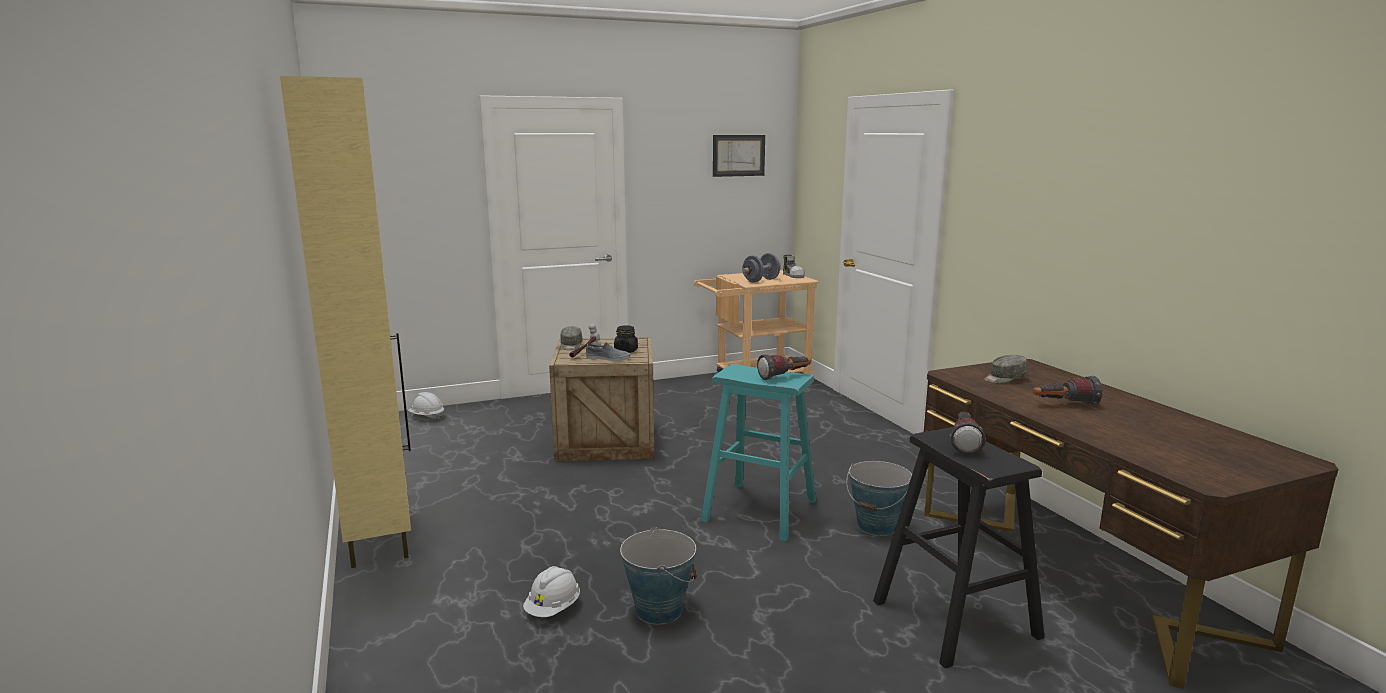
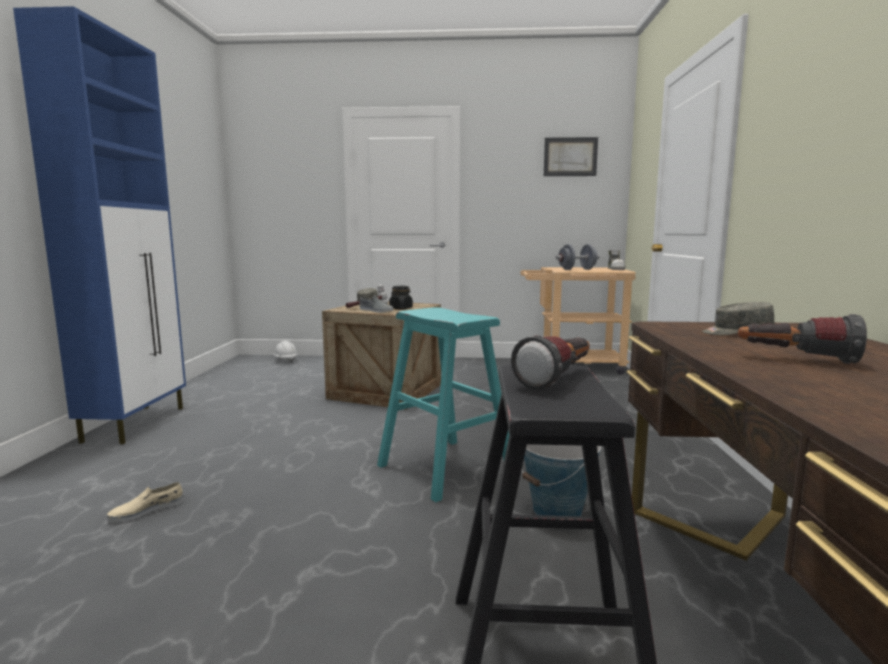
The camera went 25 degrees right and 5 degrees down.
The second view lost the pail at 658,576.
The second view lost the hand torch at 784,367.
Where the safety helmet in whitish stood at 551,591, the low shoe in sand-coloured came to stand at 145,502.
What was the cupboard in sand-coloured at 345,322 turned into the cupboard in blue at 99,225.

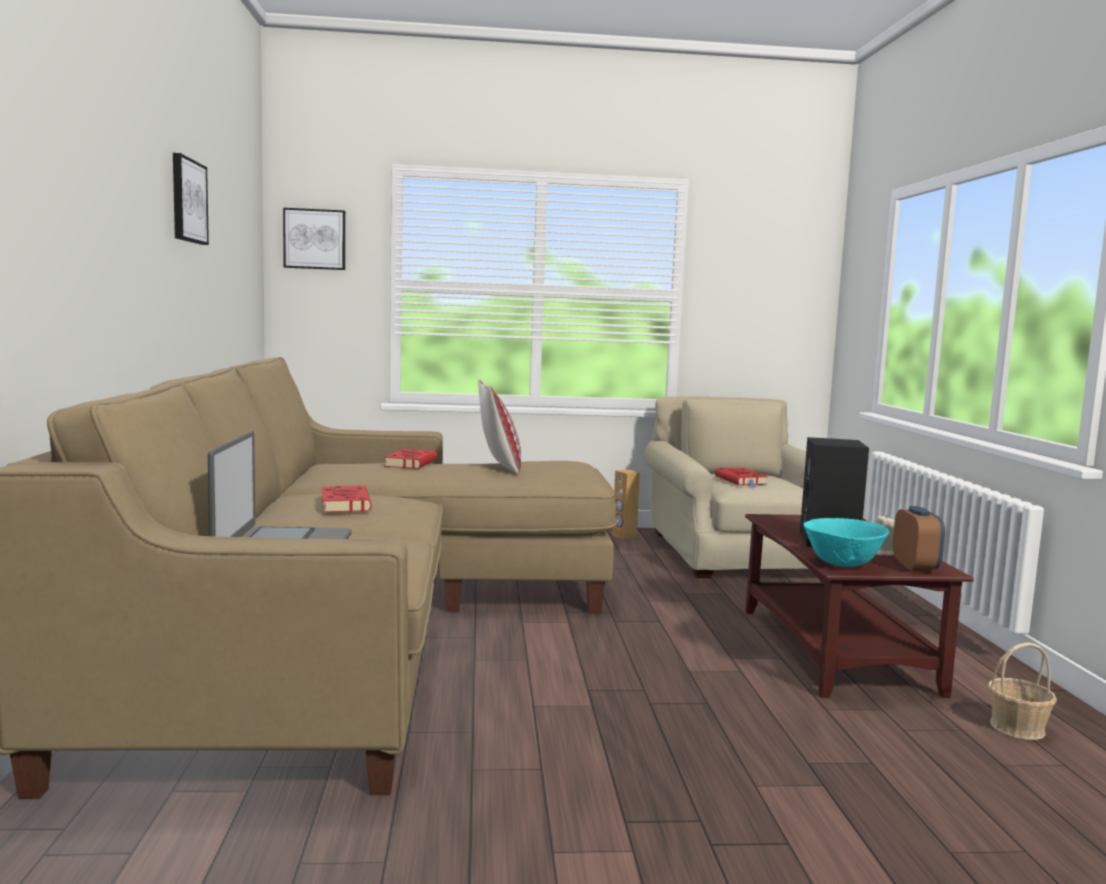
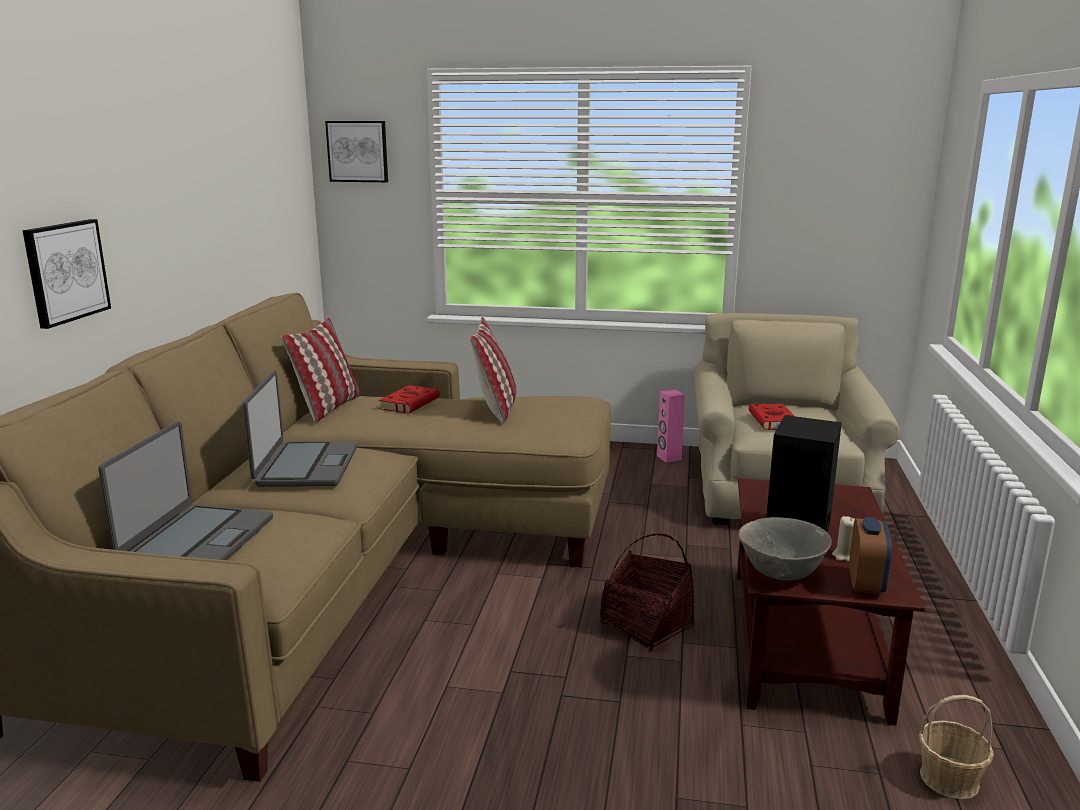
The camera went 15 degrees right and 10 degrees up.
The second view gained the throw pillow at 320,370.
The second view gained the basket at 647,593.
The wall art ended up elsewhere, having gone from 191,199 to 66,274.
Where the volume in red-coloured stood at 347,499, the portable computer came to stand at 300,429.
What was the audio speaker in brown at 626,504 turned into the audio speaker in pinkish at 671,426.
What was the serving bowl in turquoise at 846,542 turned into the serving bowl in greyish at 785,549.

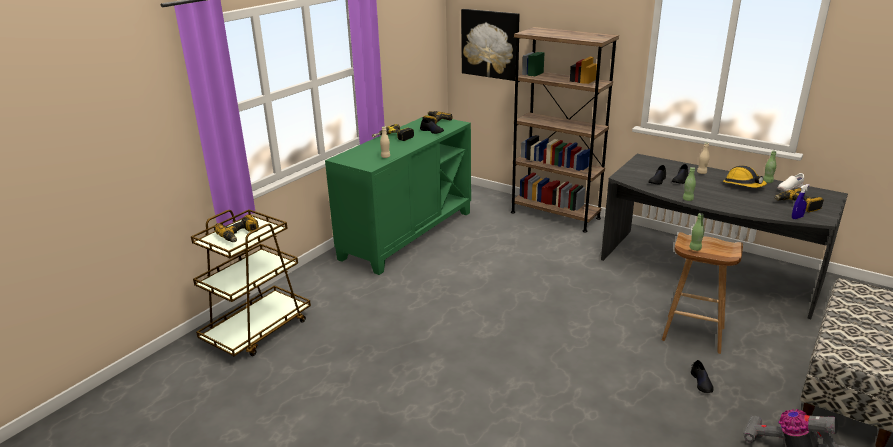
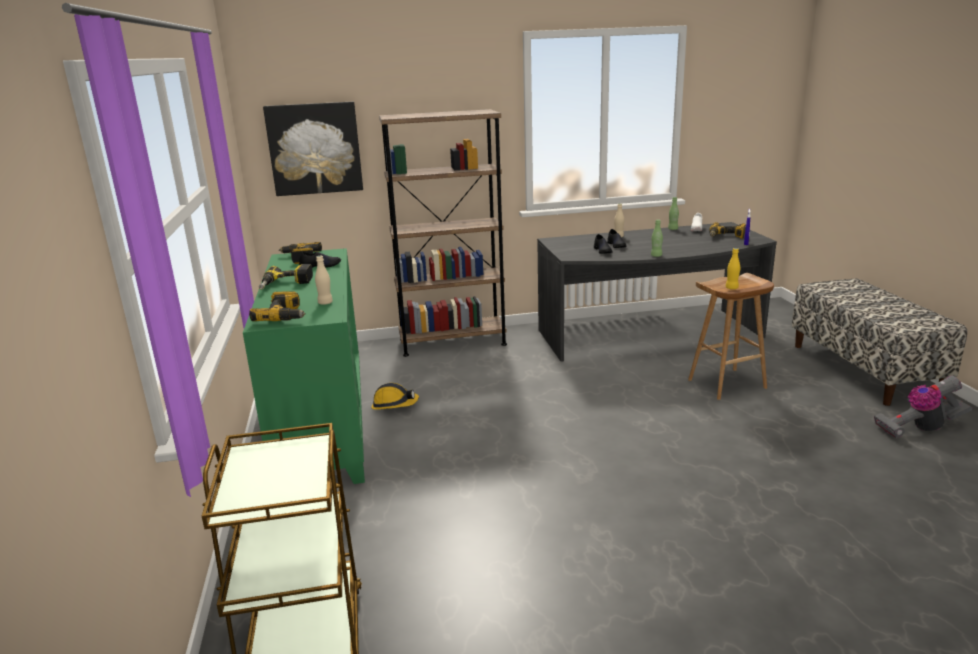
The camera went 45 degrees left and 5 degrees down.
The second view lost the low shoe in black-coloured at 702,376.
The drill ended up elsewhere, having gone from 236,228 to 277,306.
The safety helmet ended up elsewhere, having gone from 745,176 to 395,396.
What was the drink bottle in green at 696,232 turned into the drink bottle in yellow-coloured at 733,268.

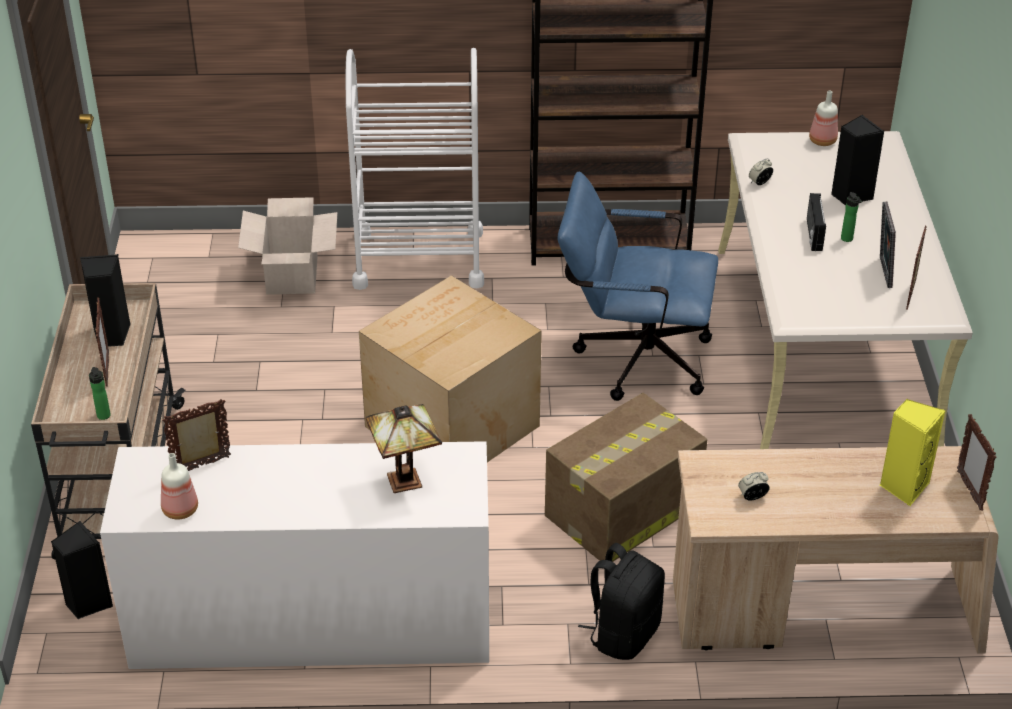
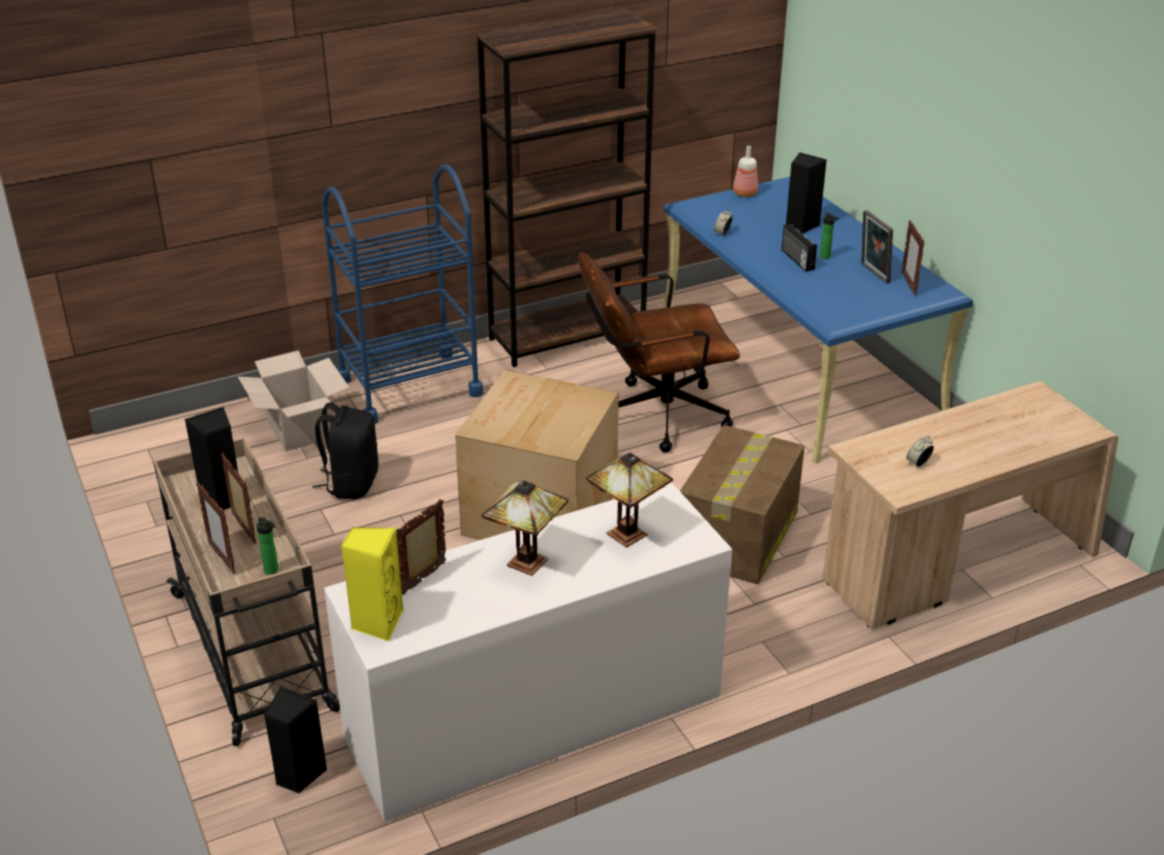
The camera went 25 degrees left and 5 degrees down.
The second view lost the drink bottle at 179,486.
The second view gained the table lamp at 525,528.
The rucksack in black-coloured ended up elsewhere, having gone from 621,601 to 345,451.
The audio speaker in yellow-coloured ended up elsewhere, having gone from 912,452 to 372,584.
The standing frame ended up elsewhere, having gone from 977,462 to 216,528.
What was the trolley in whitish at 415,169 turned into the trolley in blue at 403,294.
What was the desk chair in blue at 637,286 turned into the desk chair in brown at 659,352.
What was the desk in sand-coloured at 845,290 turned into the desk in blue at 818,320.

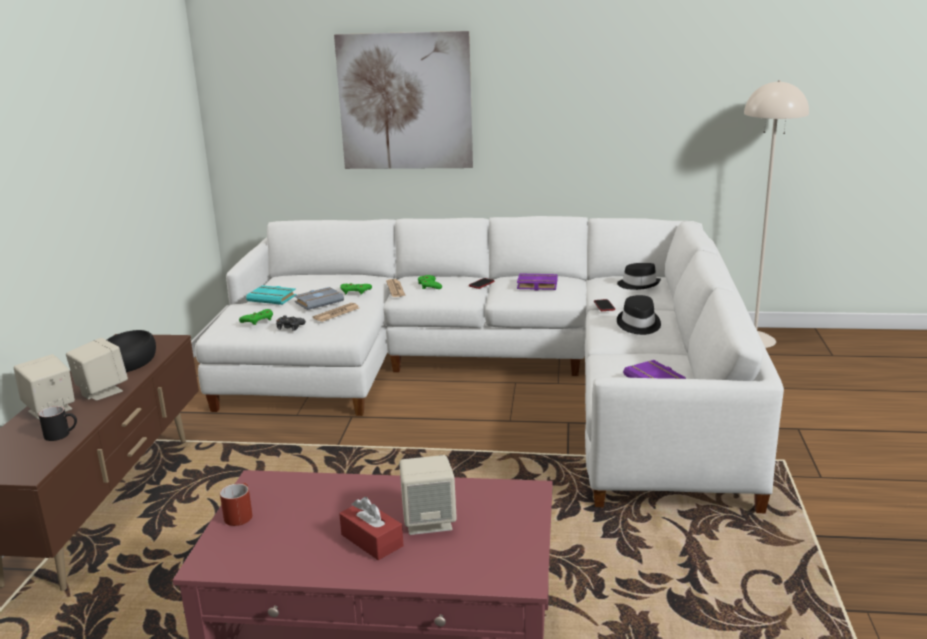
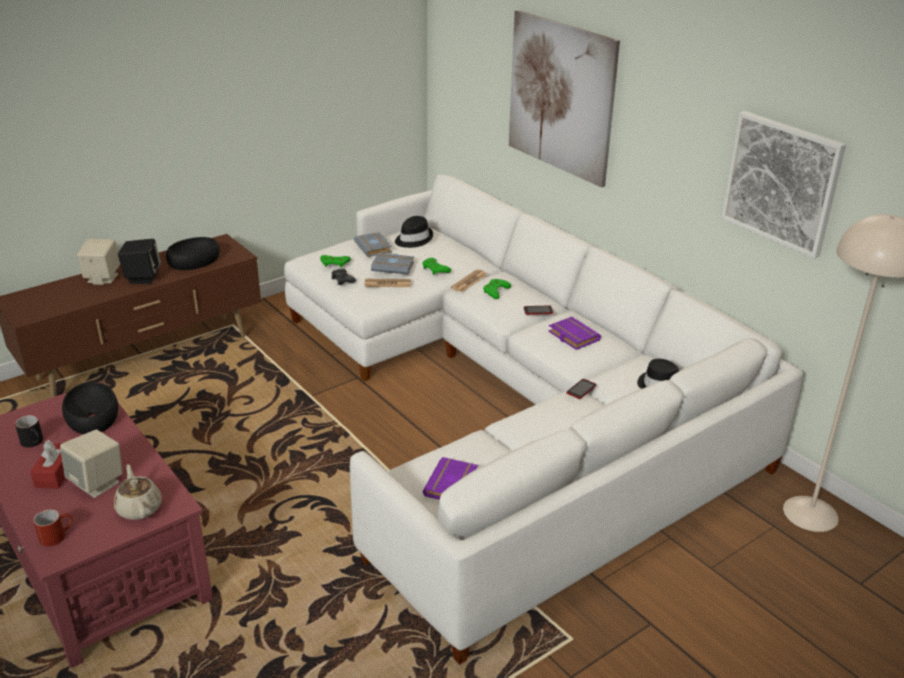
The camera went 45 degrees right and 10 degrees up.
The second view gained the serving bowl in black-coloured at 90,408.
The second view gained the tea pot in sand-coloured at 138,492.
The second view gained the wall art at 783,185.
The tea mug in black-coloured ended up elsewhere, having gone from 57,423 to 29,431.
The tea mug in red-coloured ended up elsewhere, having gone from 236,504 to 53,528.
The hat in black-coloured ended up elsewhere, having gone from 639,315 to 414,232.
What was the audio speaker in sand-coloured at 97,369 turned into the audio speaker in black-coloured at 139,261.
What was the volume in turquoise at 271,295 turned into the volume in greyish at 373,244.

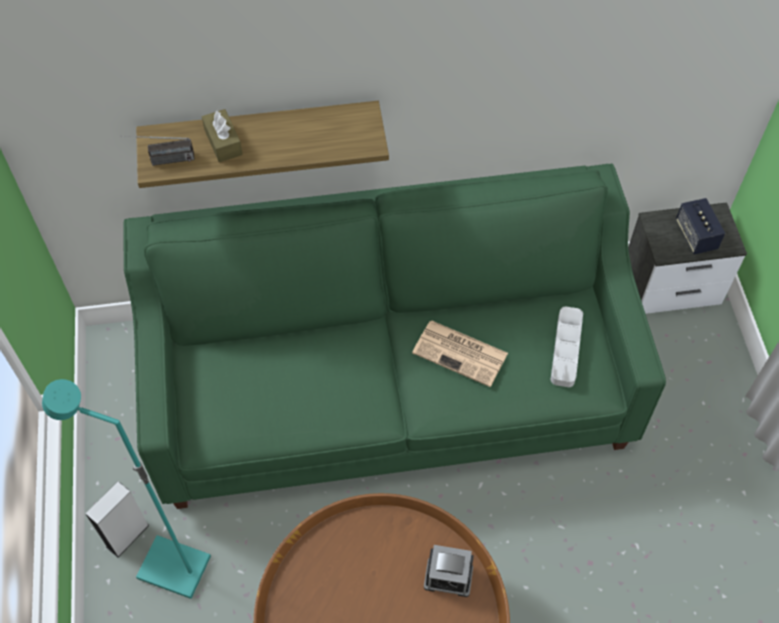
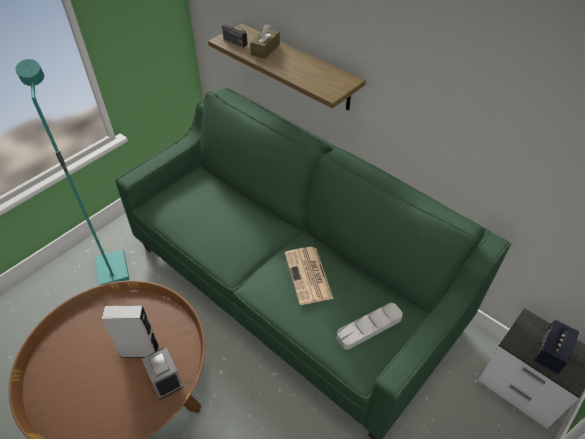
The camera went 50 degrees right and 10 degrees down.
The audio speaker in greyish ended up elsewhere, having gone from 117,519 to 130,331.

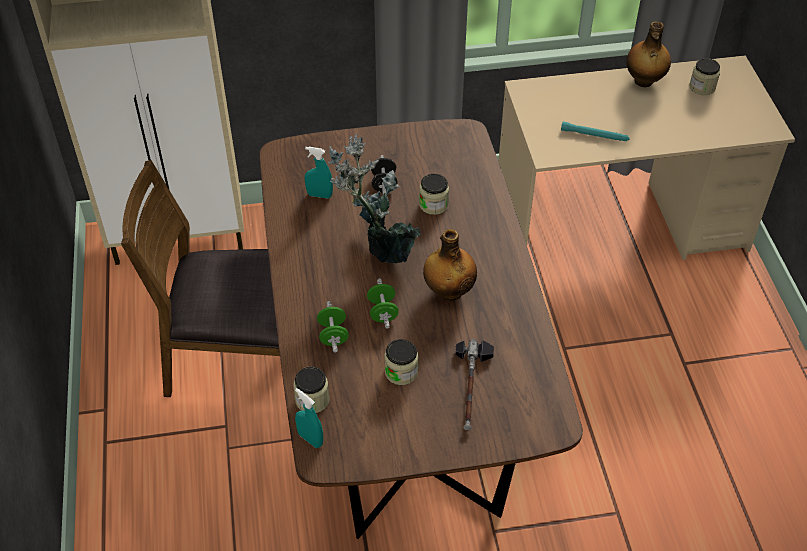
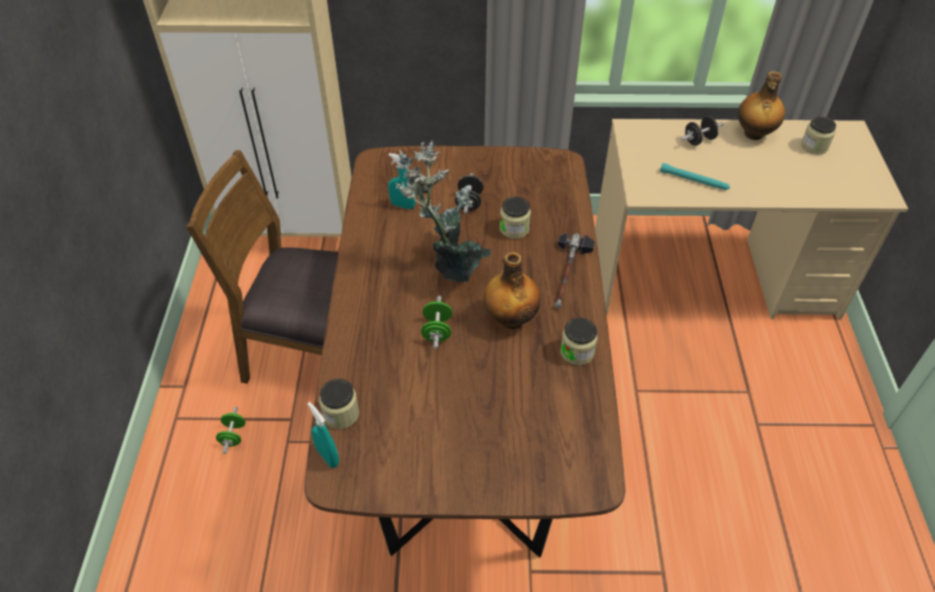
The camera went 10 degrees right and 0 degrees up.
The second view gained the hand weight in black-coloured at 701,131.
The hand weight in green ended up elsewhere, having gone from 333,327 to 230,430.
The jar ended up elsewhere, having gone from 401,362 to 579,341.
The hammer ended up elsewhere, having gone from 474,384 to 574,270.

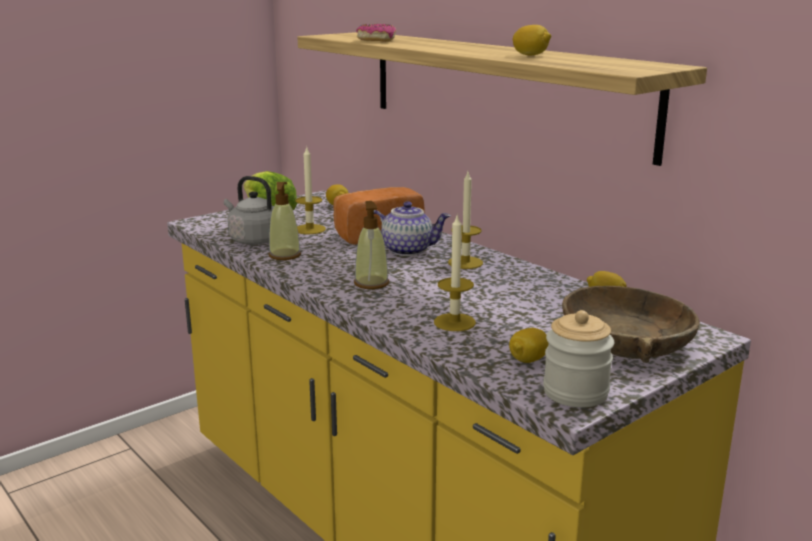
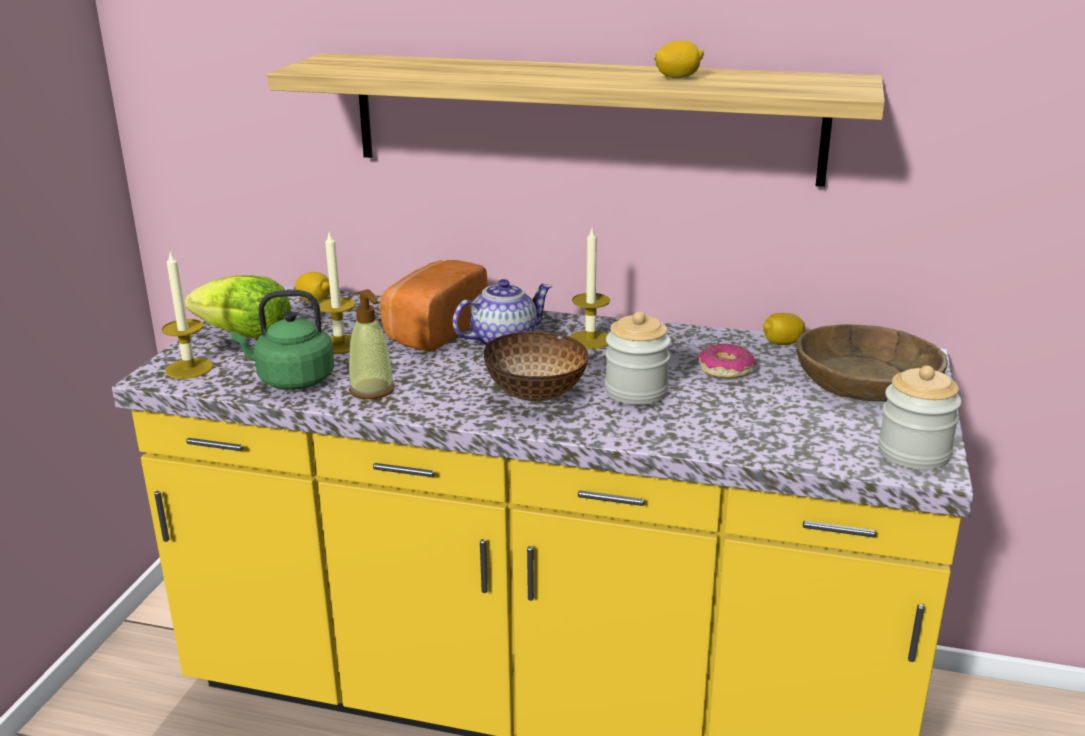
The camera went 35 degrees left and 5 degrees up.
The second view lost the lemon at 529,345.
The second view gained the jar at 638,358.
The ring doughnut ended up elsewhere, having gone from 376,33 to 727,361.
The wax light ended up elsewhere, having gone from 455,273 to 187,315.
Where the soap dispenser stood at 371,245, the serving bowl came to stand at 536,366.
What was the tea kettle in greyish at 249,210 turned into the tea kettle in green at 282,340.

